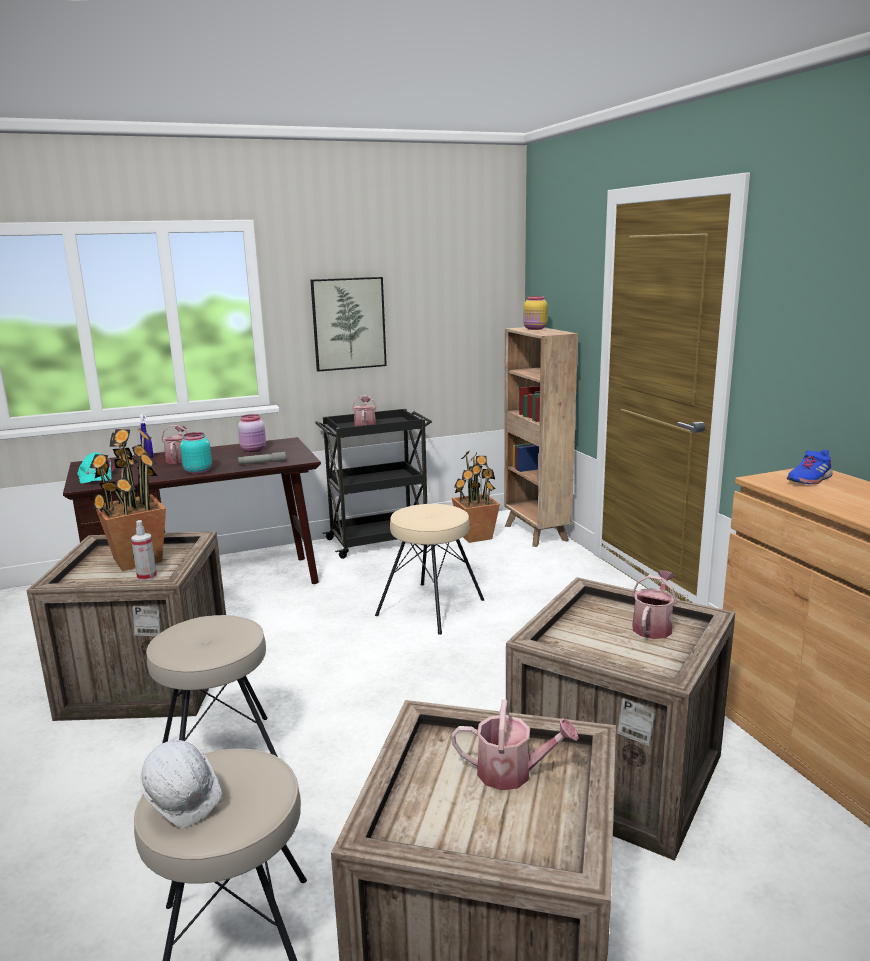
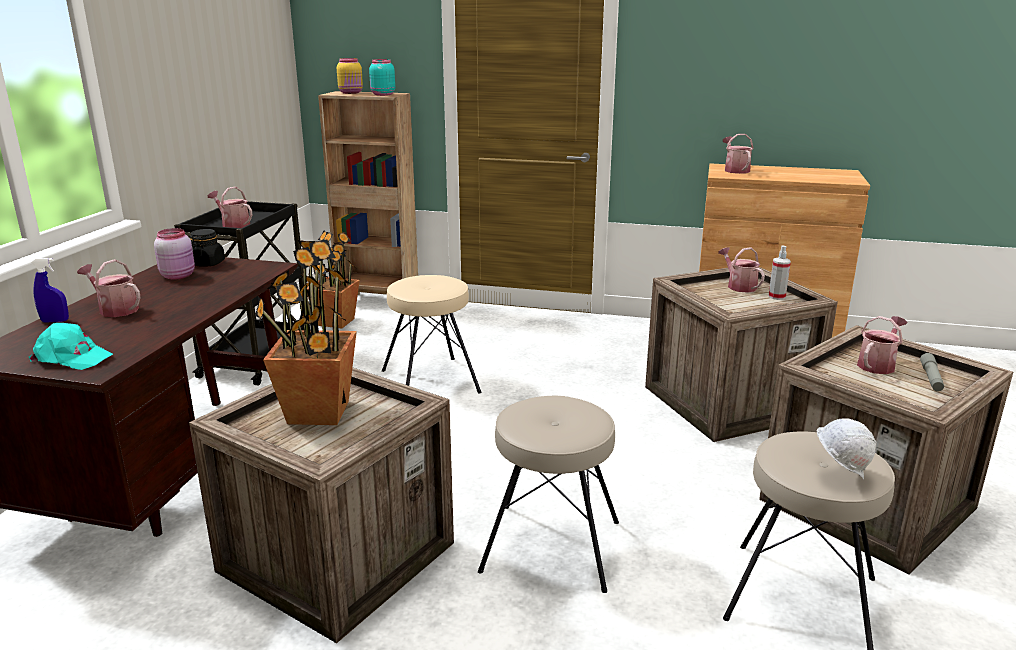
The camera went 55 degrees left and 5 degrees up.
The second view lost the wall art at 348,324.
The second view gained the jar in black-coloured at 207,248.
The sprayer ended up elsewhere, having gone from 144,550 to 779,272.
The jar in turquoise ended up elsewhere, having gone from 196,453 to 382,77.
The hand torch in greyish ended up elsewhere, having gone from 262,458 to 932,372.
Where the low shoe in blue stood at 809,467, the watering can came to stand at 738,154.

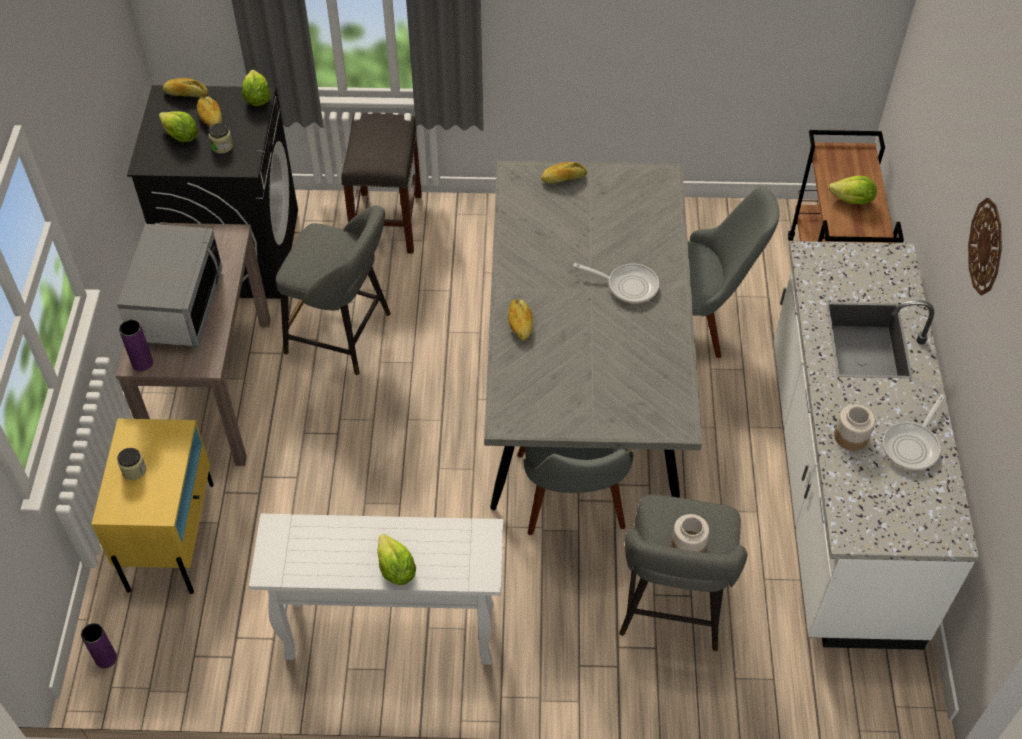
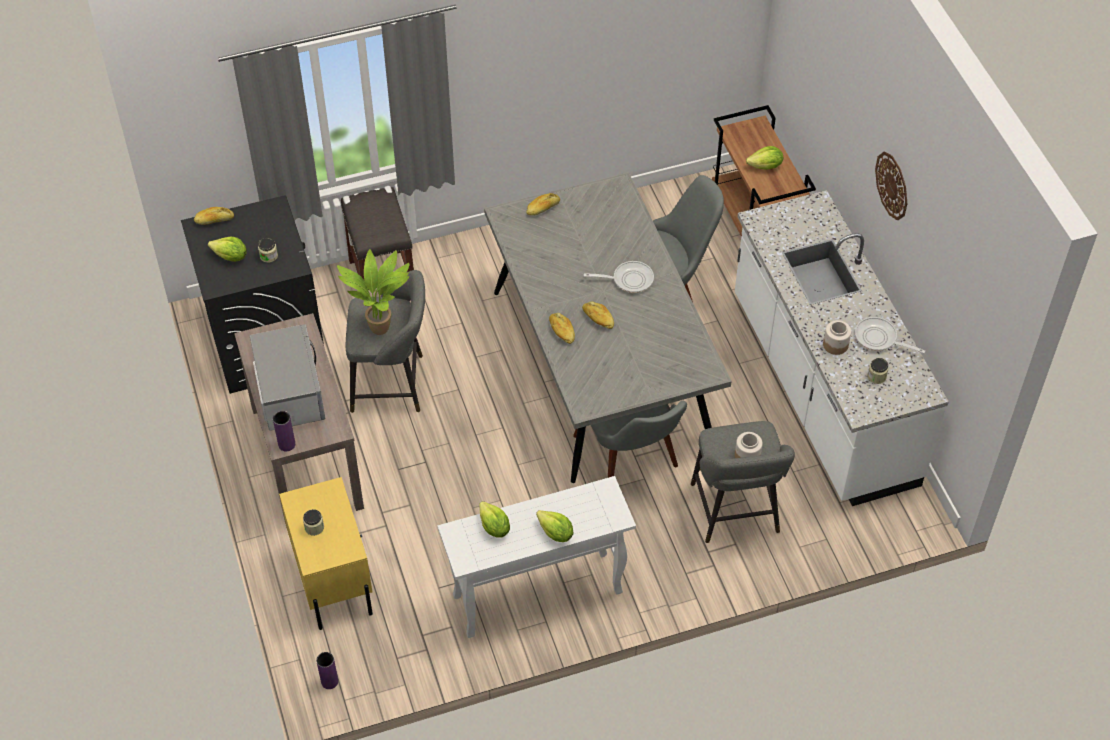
The camera went 20 degrees left and 0 degrees up.
The second view gained the houseplant at 373,292.
The second view gained the jar at 878,371.
The bread ended up elsewhere, having gone from 209,111 to 598,315.
The head of lettuce ended up elsewhere, having gone from 256,88 to 494,519.
The frying pan at 913,432 ended up facing another way, 105 degrees clockwise from before.

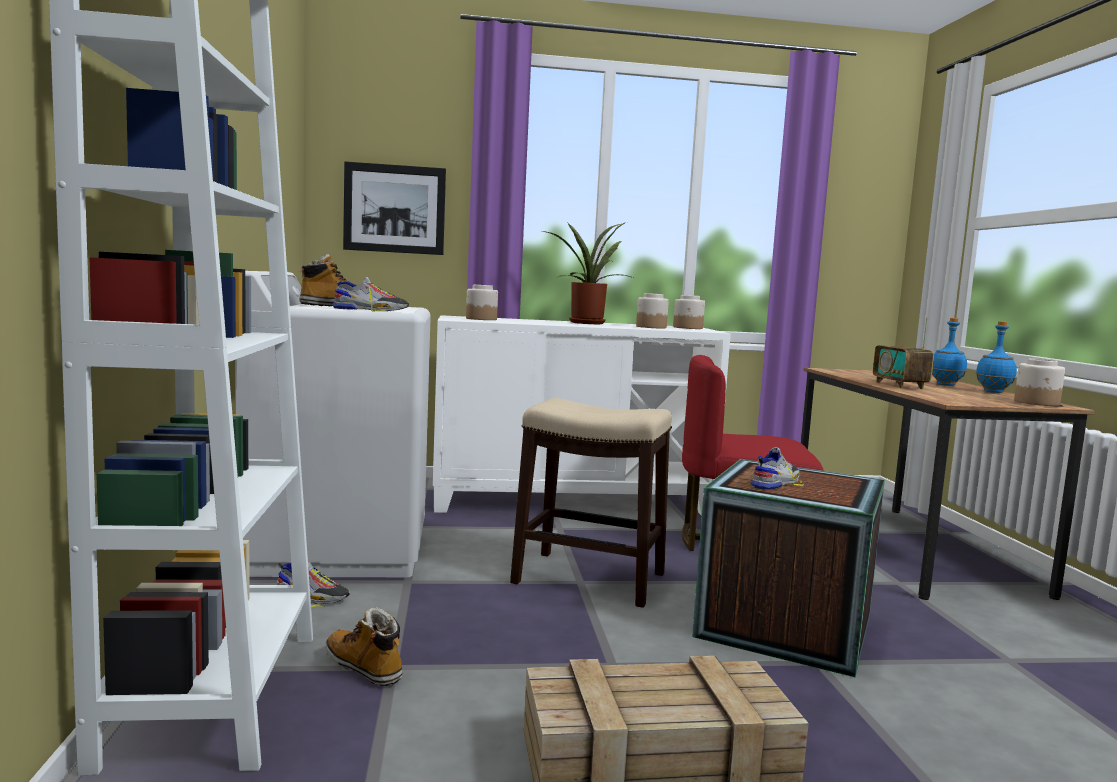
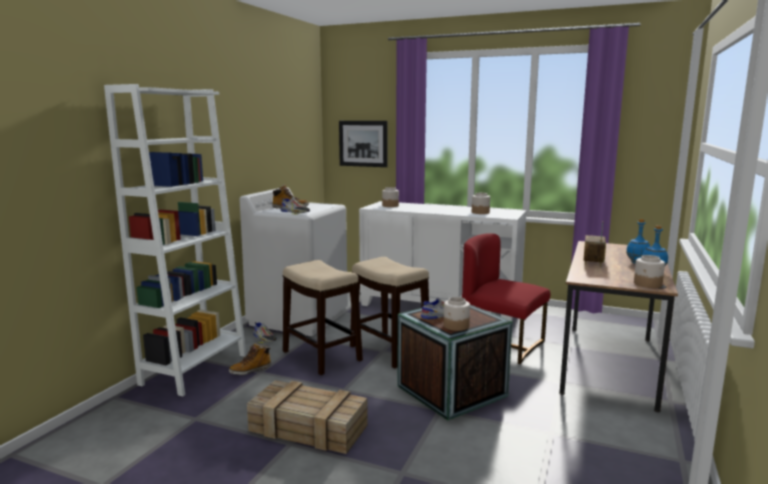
The camera went 30 degrees right and 5 degrees up.
The second view lost the houseplant at 588,273.
The second view gained the sitting stool at 323,317.
The jar ended up elsewhere, having gone from 689,312 to 456,314.
The tall boot at 364,646 ended up facing another way, 105 degrees counterclockwise from before.

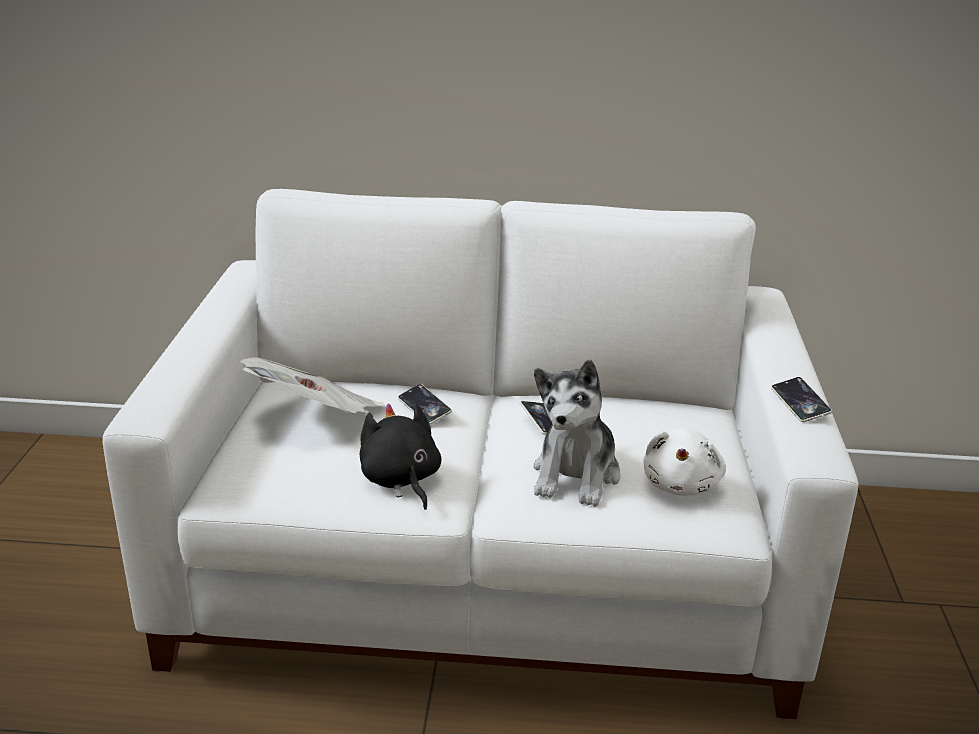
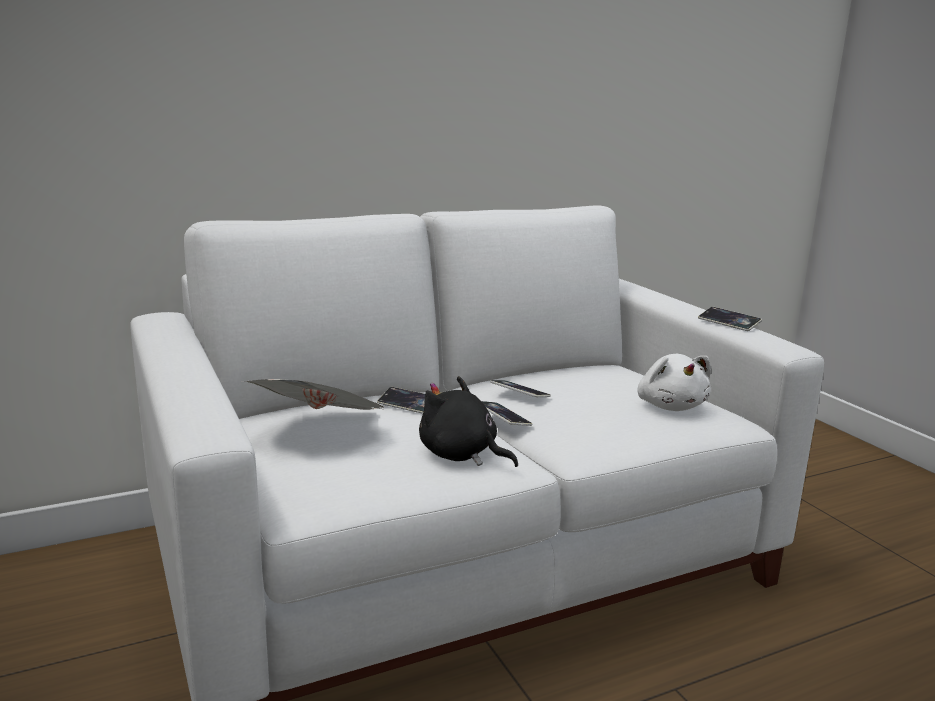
The camera went 30 degrees left and 10 degrees down.
The second view lost the cuddly toy at 577,433.
The second view gained the handset at 506,413.

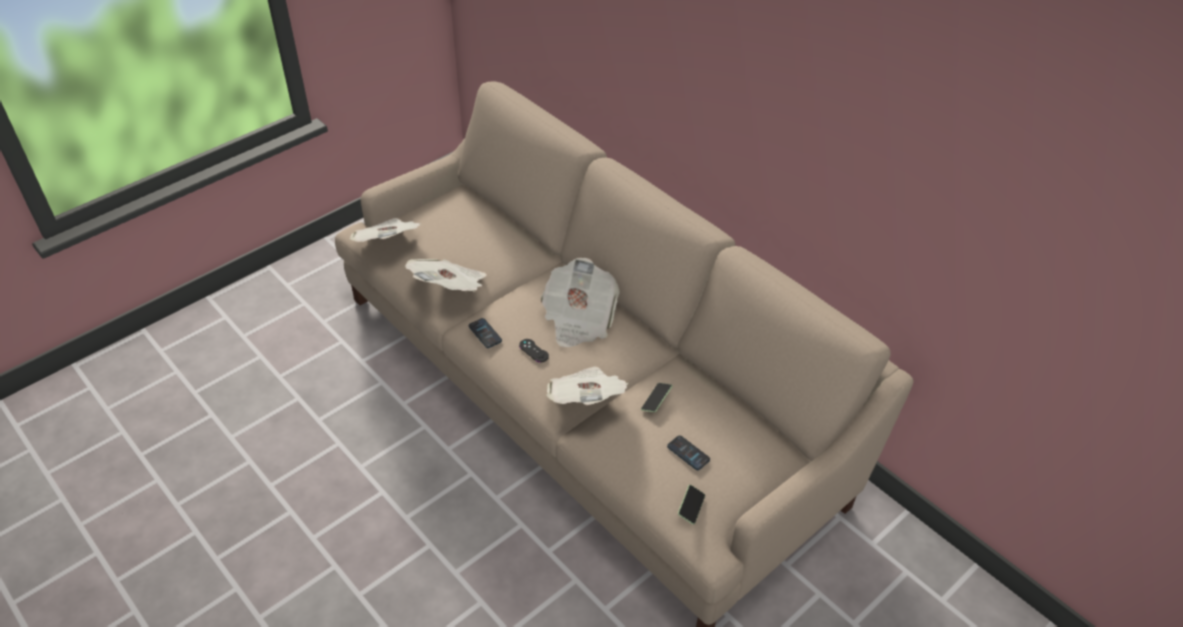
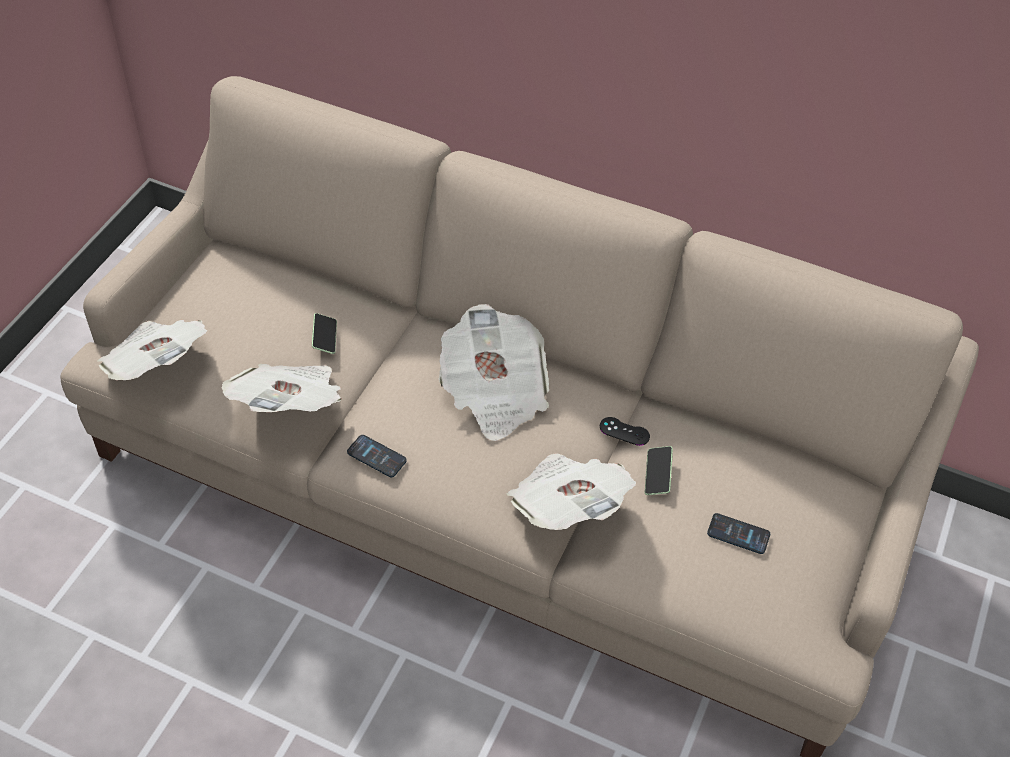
The camera went 25 degrees left and 5 degrees up.
The gamepad in black-coloured ended up elsewhere, having gone from 534,350 to 625,431.
The handset ended up elsewhere, having gone from 691,505 to 324,333.

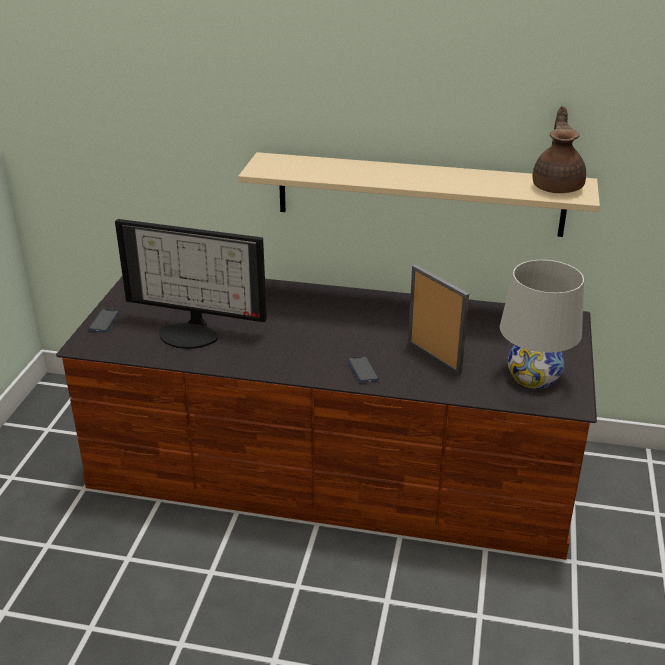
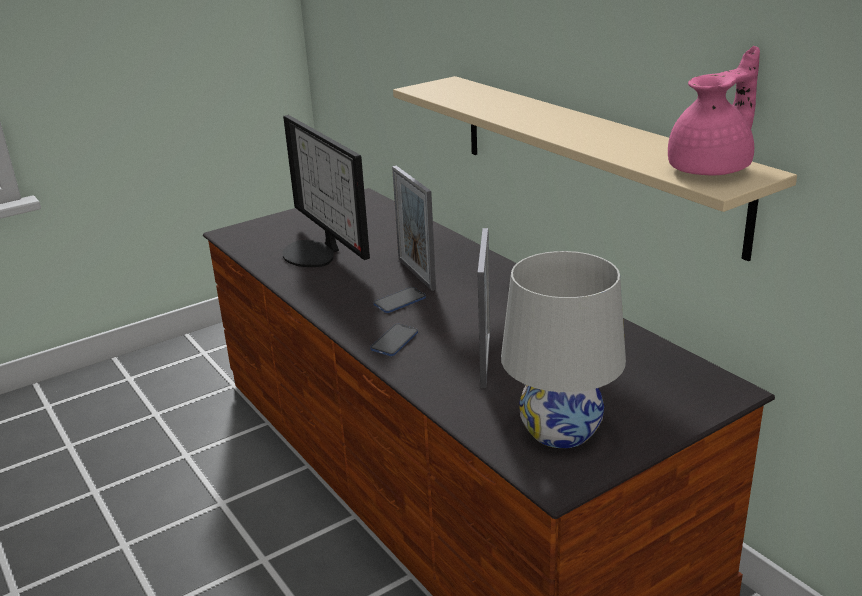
The camera went 45 degrees right and 5 degrees down.
The second view gained the standing frame at 414,228.
The handset ended up elsewhere, having gone from 103,320 to 400,300.
What was the tea pot in brown at 559,149 turned into the tea pot in pinkish at 714,110.

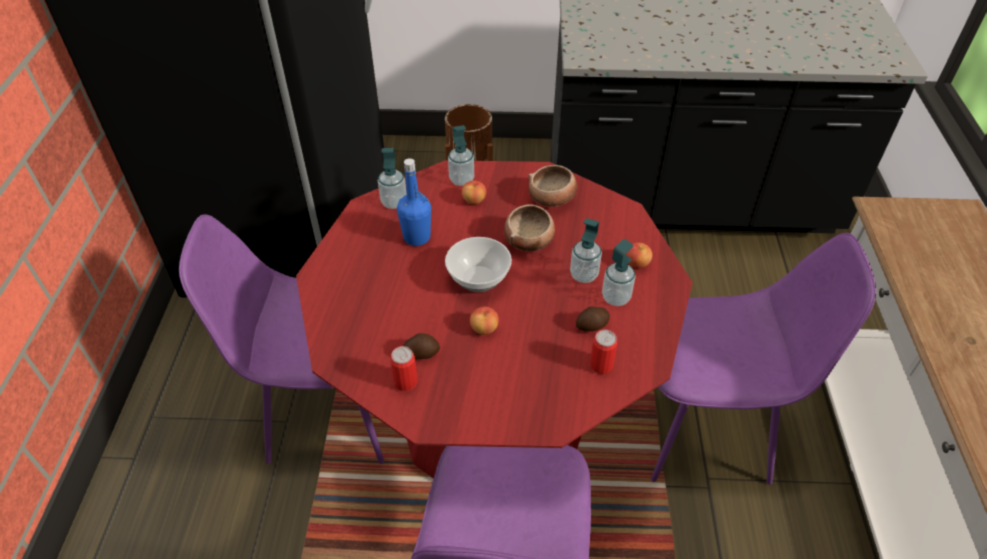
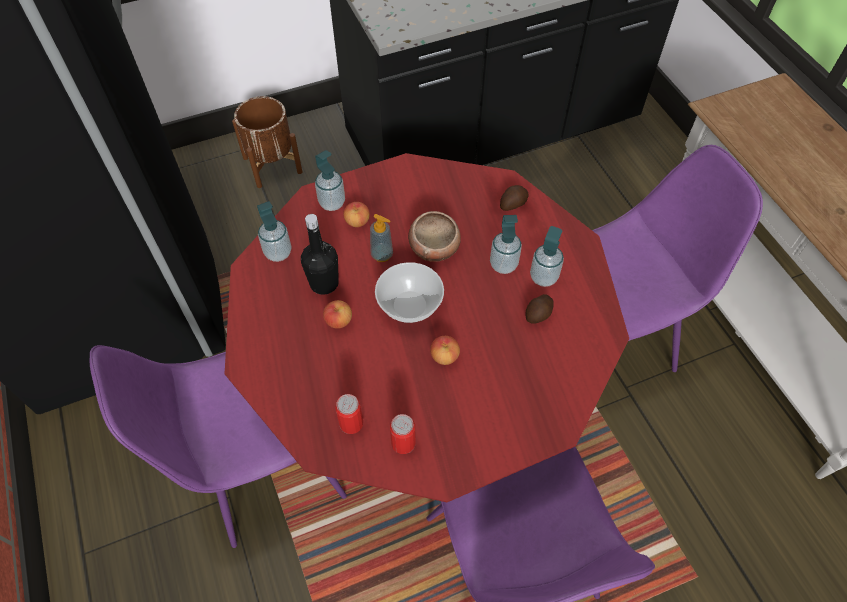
The camera went 25 degrees left and 10 degrees up.
The second view lost the serving bowl at 553,186.
The second view gained the soap dispenser at 381,238.
The potato ended up elsewhere, having gone from 421,346 to 514,198.
The metal can ended up elsewhere, having gone from 603,352 to 349,414.
The apple ended up elsewhere, having gone from 638,255 to 337,314.
What was the drink bottle in blue at 414,202 turned into the drink bottle in black-coloured at 320,254.

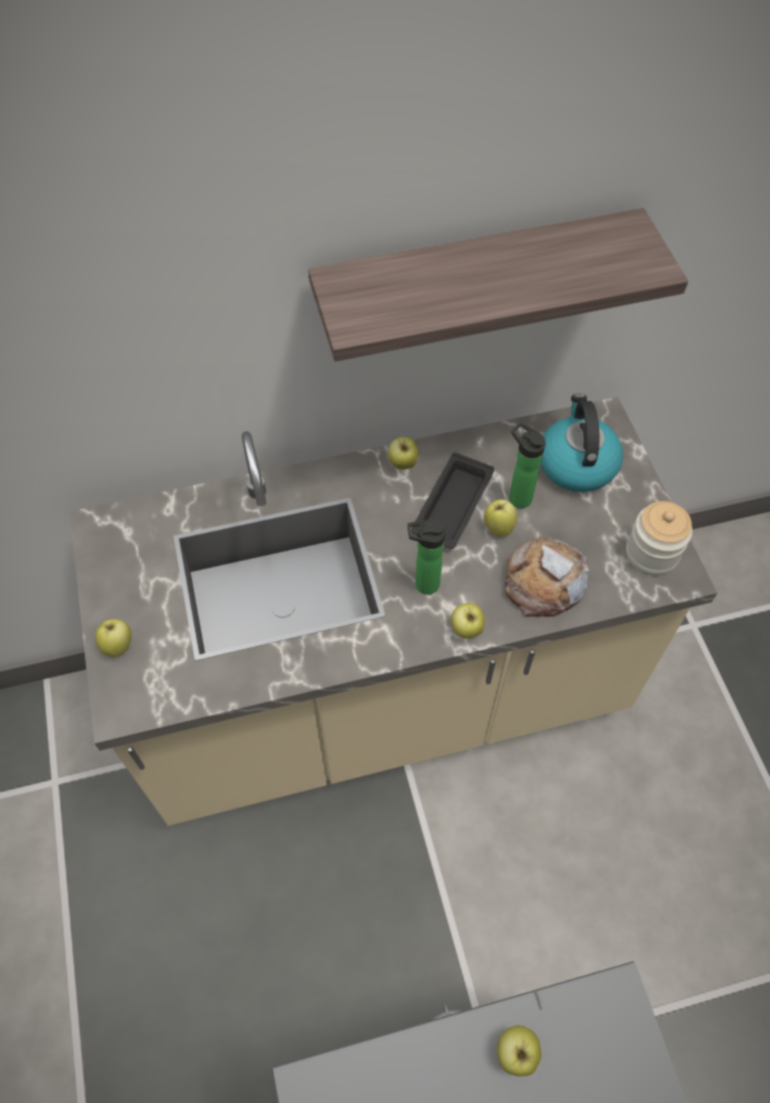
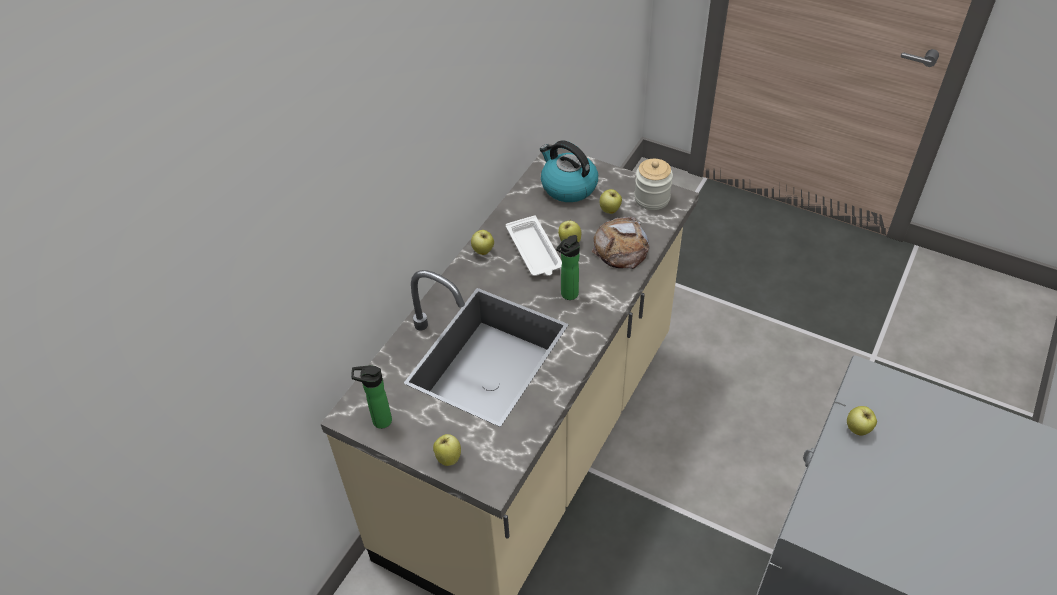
The camera went 45 degrees left and 10 degrees down.
The second view lost the wall shelf at 498,285.
The apple ended up elsewhere, having gone from 468,620 to 611,201.
The drink bottle ended up elsewhere, having gone from 527,465 to 371,397.
What was the carrying tray in black-coloured at 452,500 turned into the carrying tray in whitish at 534,245.

